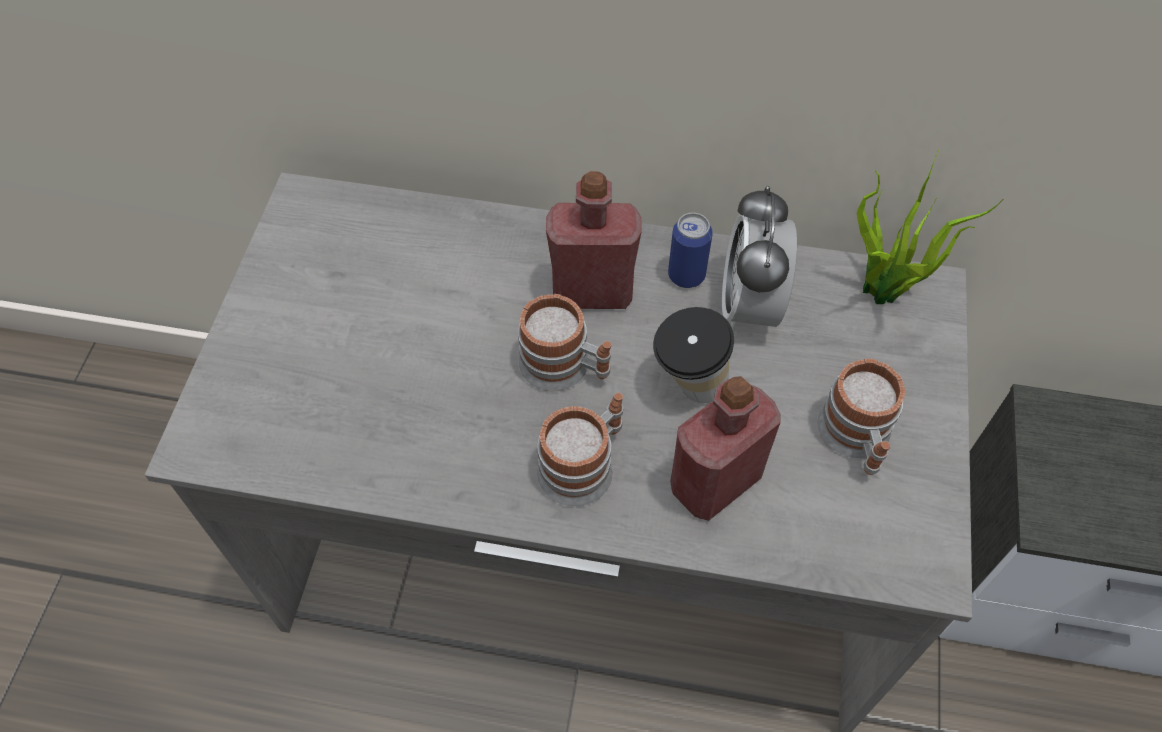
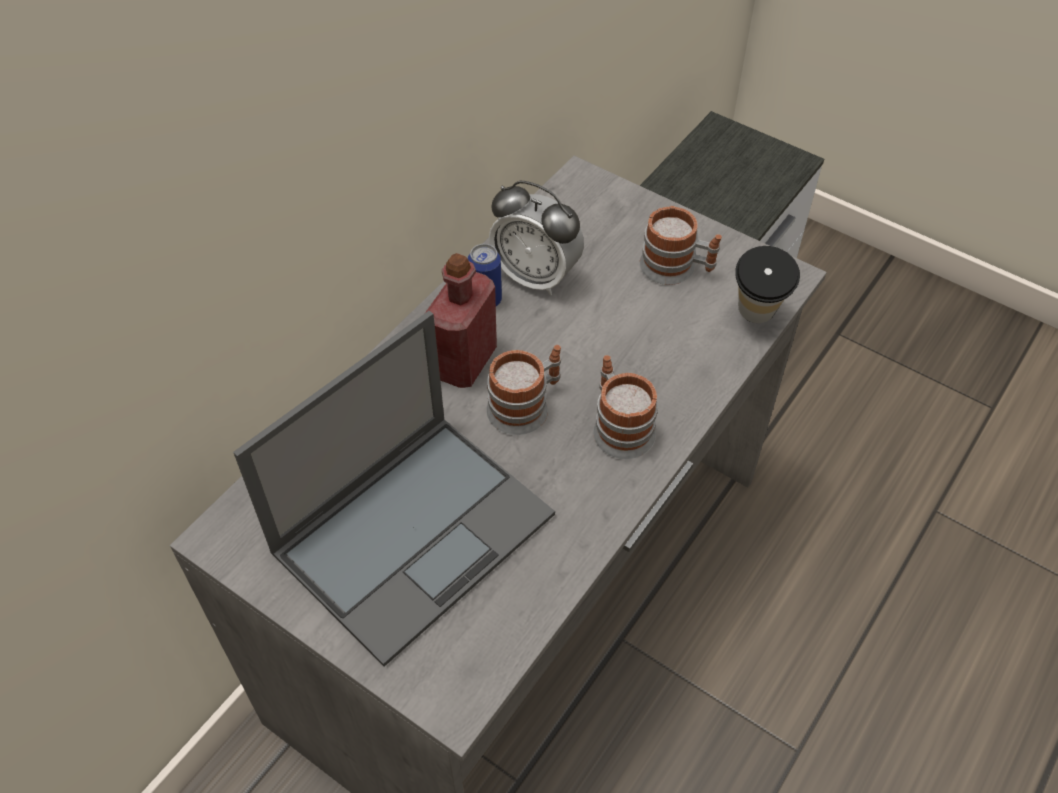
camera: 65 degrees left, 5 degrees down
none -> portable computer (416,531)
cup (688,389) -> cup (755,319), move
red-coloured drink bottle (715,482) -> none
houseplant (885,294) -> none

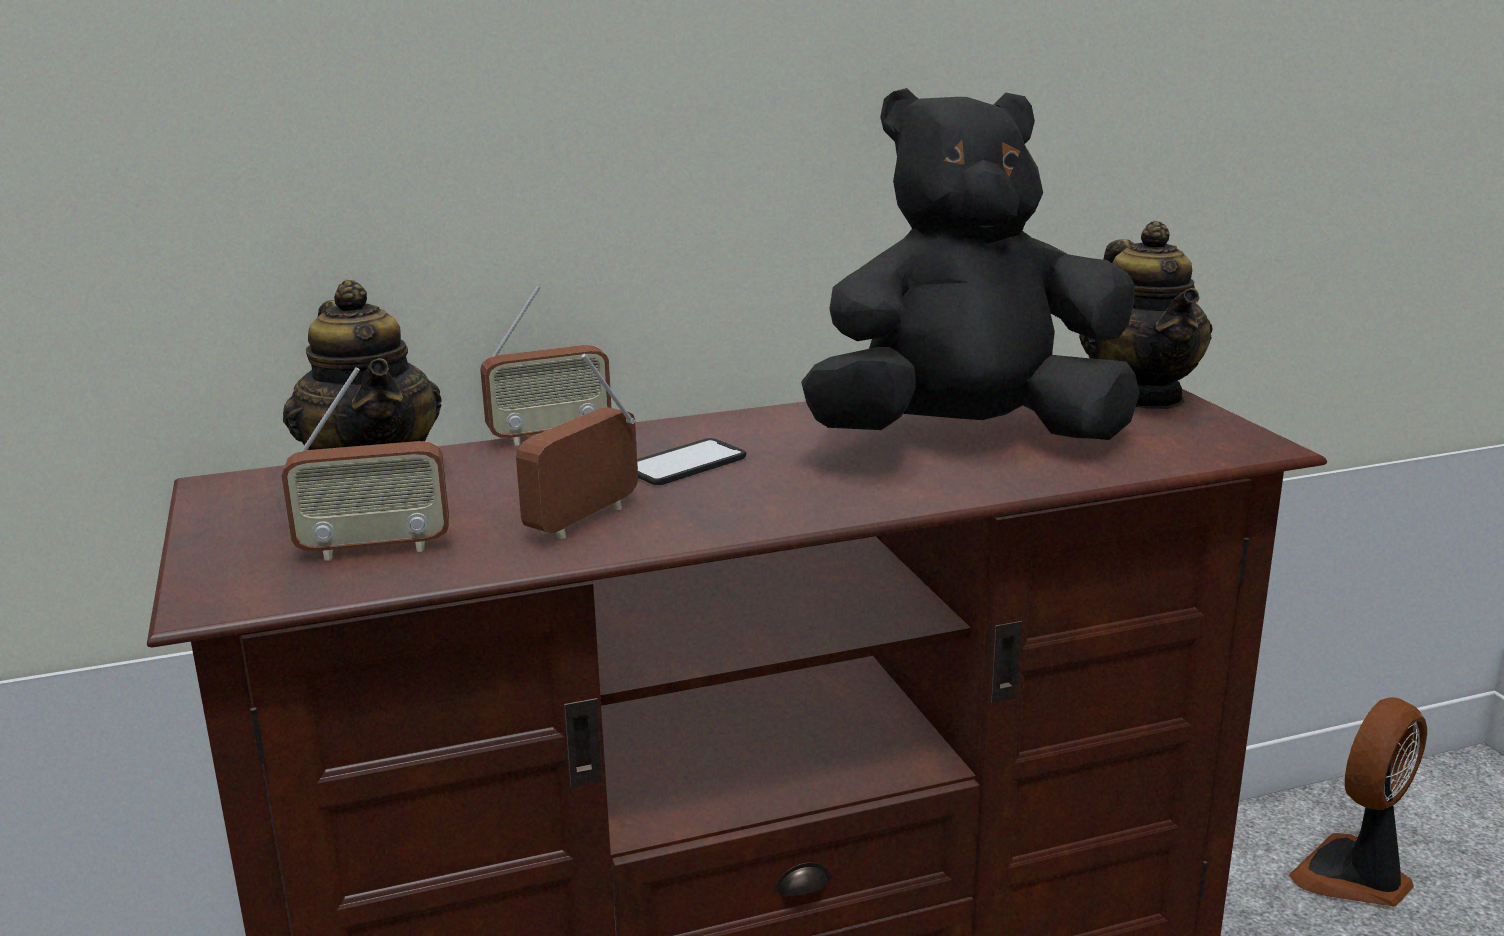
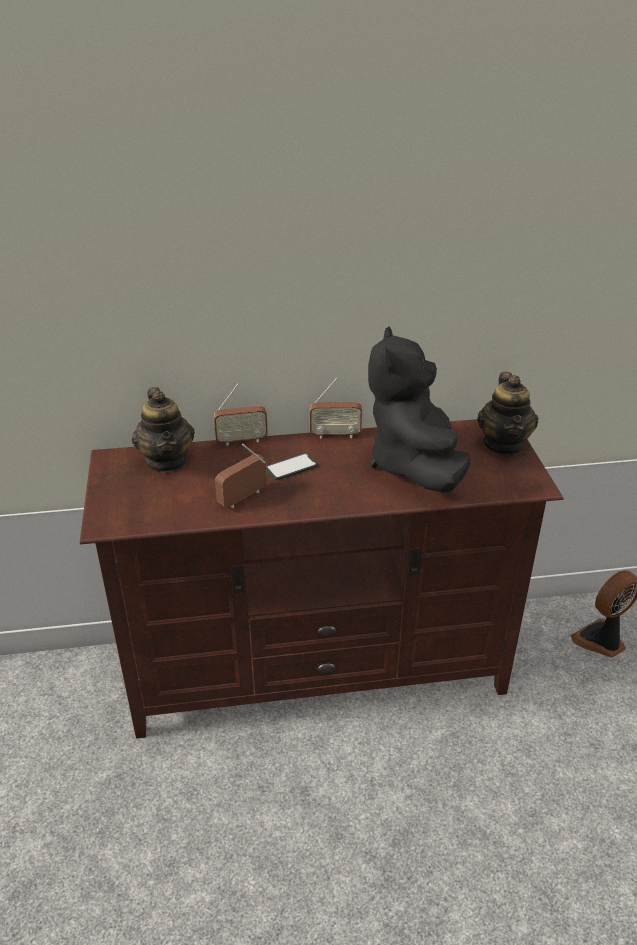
camera: 10 degrees right, 15 degrees up
radio set (374,548) -> radio set (335,434), move
black plush toy (967,439) -> black plush toy (414,465), 90 degrees counterclockwise

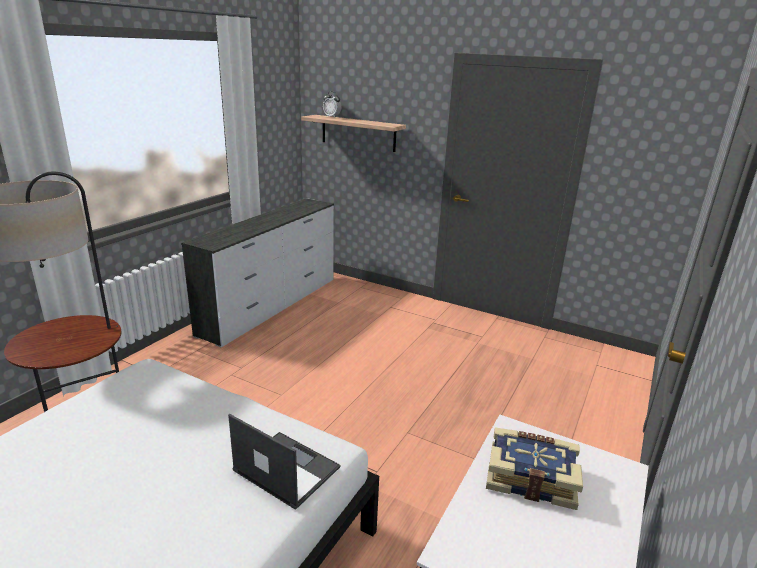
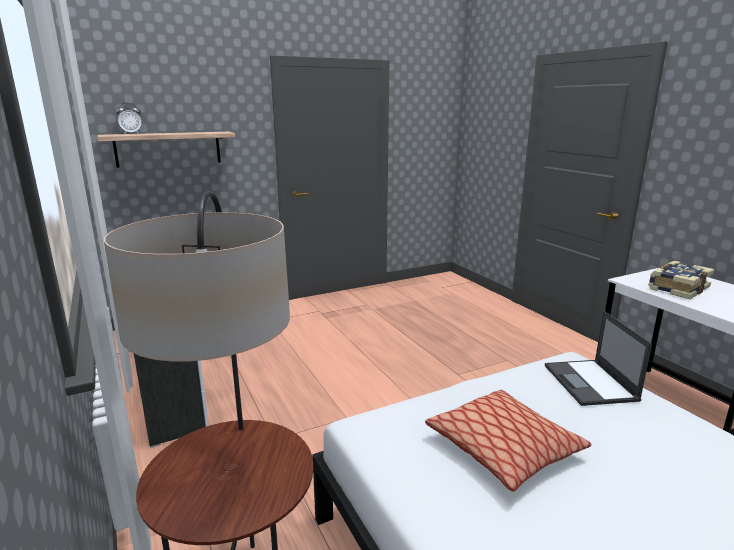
camera: 55 degrees left, 5 degrees down
none -> cushion (504,449)
portable computer (285,469) -> portable computer (590,383), 75 degrees counterclockwise

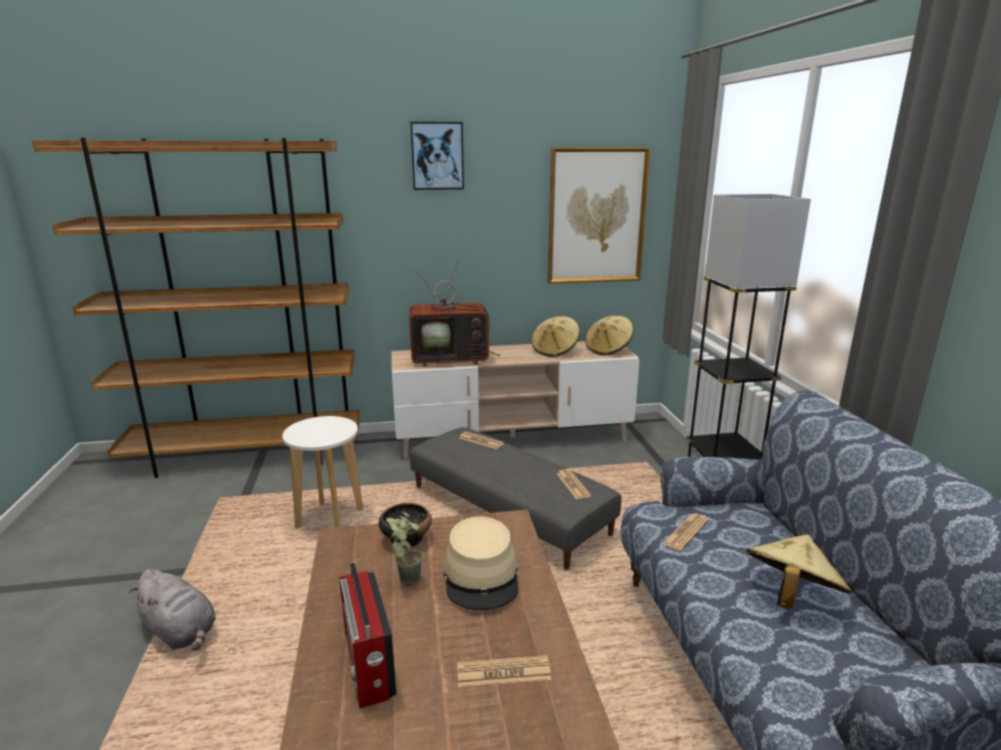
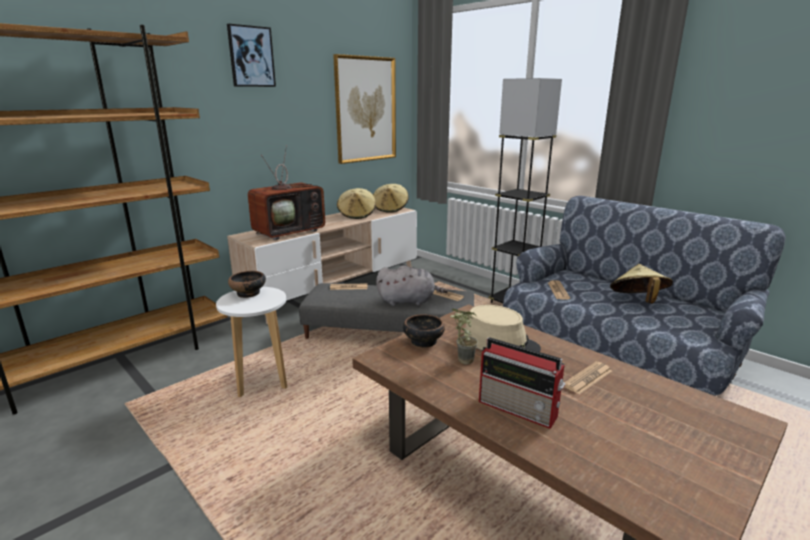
camera: 35 degrees left, 0 degrees up
none -> bowl (248,293)
greyish plush toy (181,632) -> greyish plush toy (409,301), move

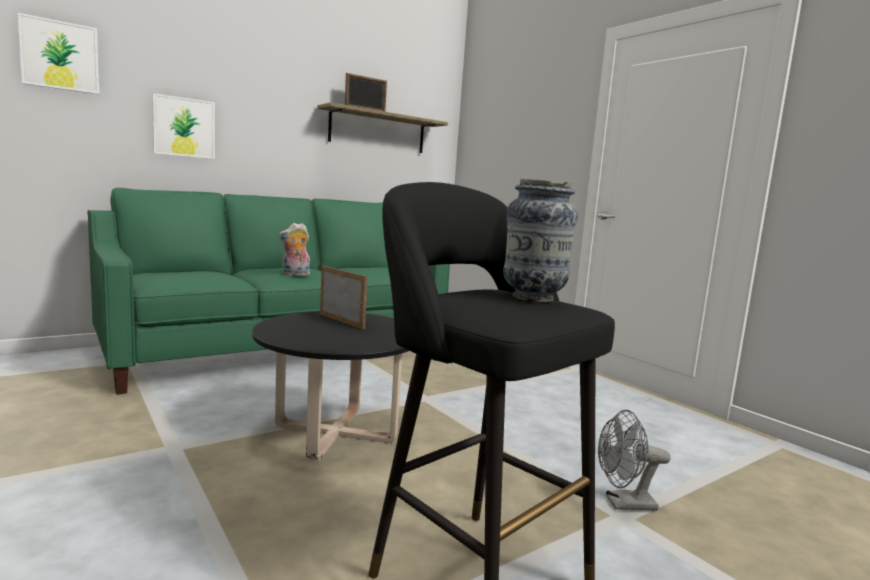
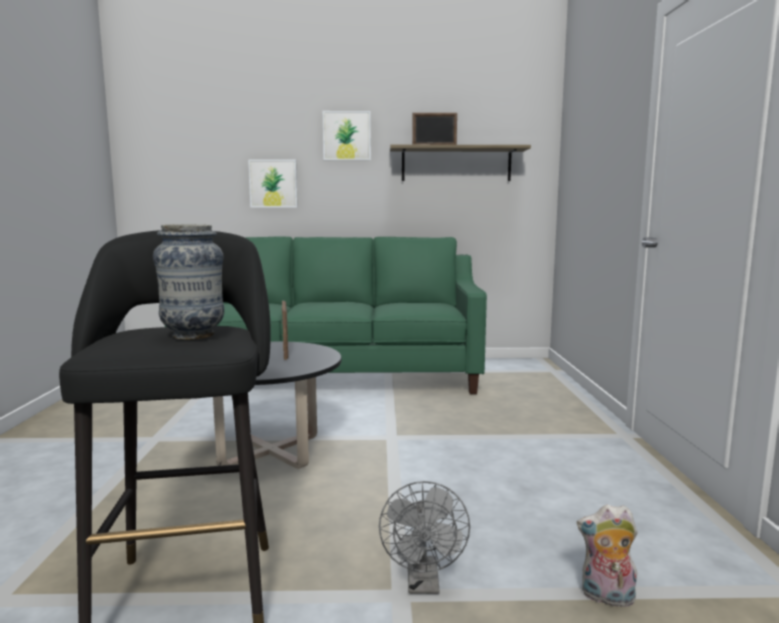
camera: 35 degrees right, 0 degrees up
wall art (60,55) -> wall art (346,136), move
greyish fan (623,504) -> greyish fan (424,584), 120 degrees counterclockwise
plush toy (295,275) -> plush toy (606,597), move

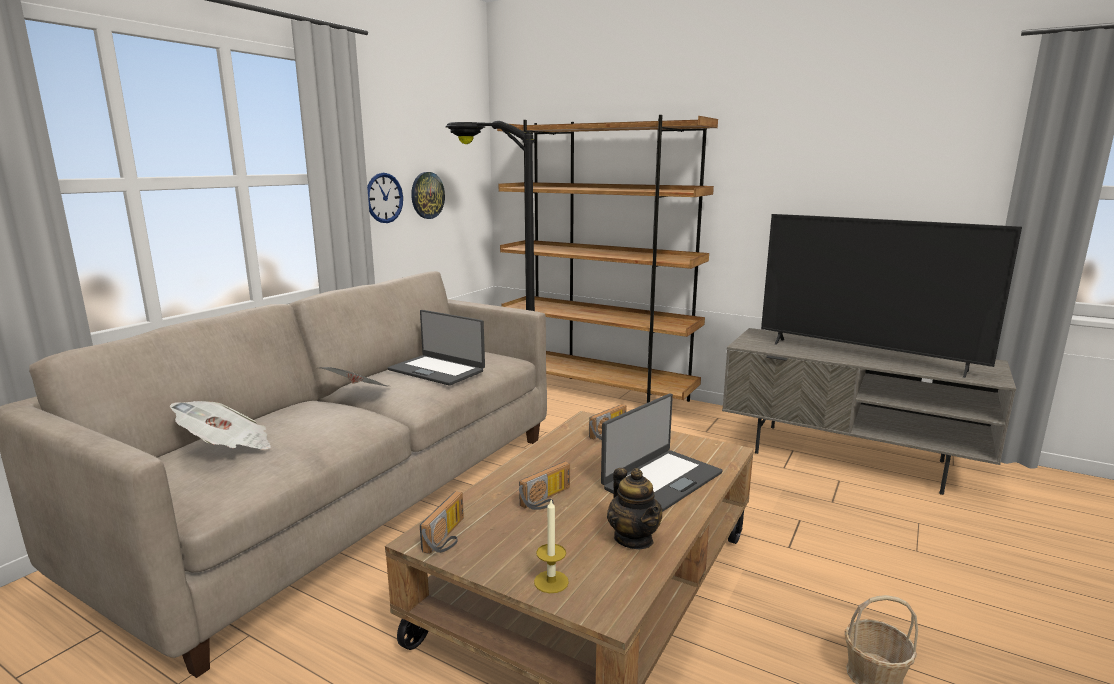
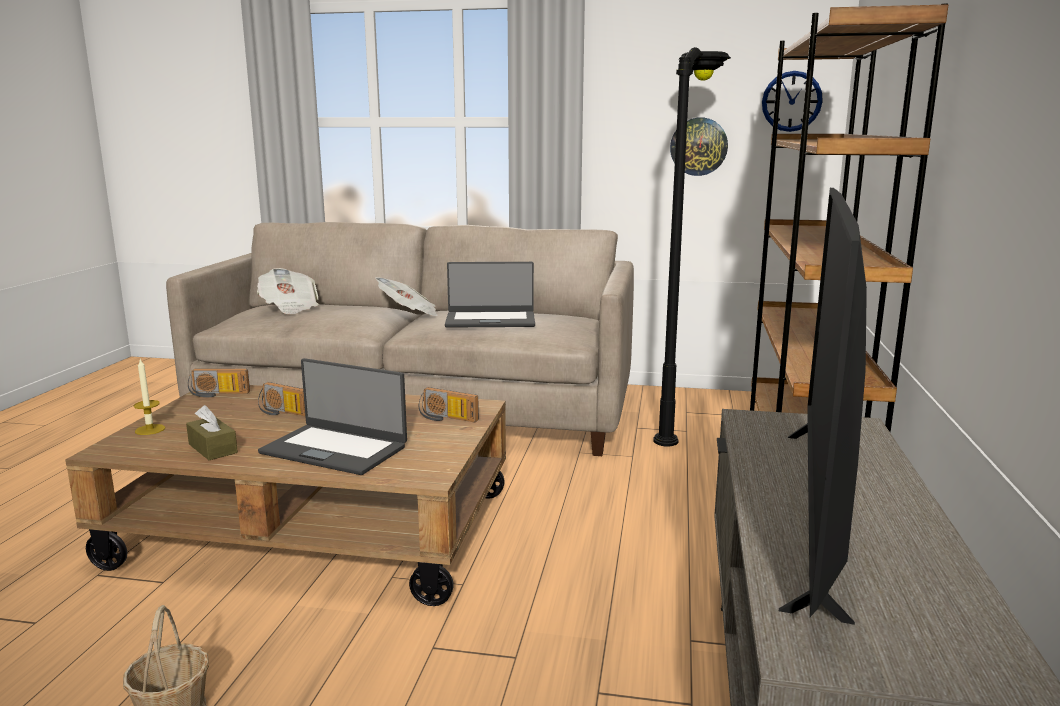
camera: 70 degrees right, 0 degrees up
tea pot (634,539) -> brown tissue box (213,448)
portable computer (437,370) -> portable computer (490,320), 105 degrees counterclockwise
clock on the wall (384,198) -> clock on the wall (791,101), move

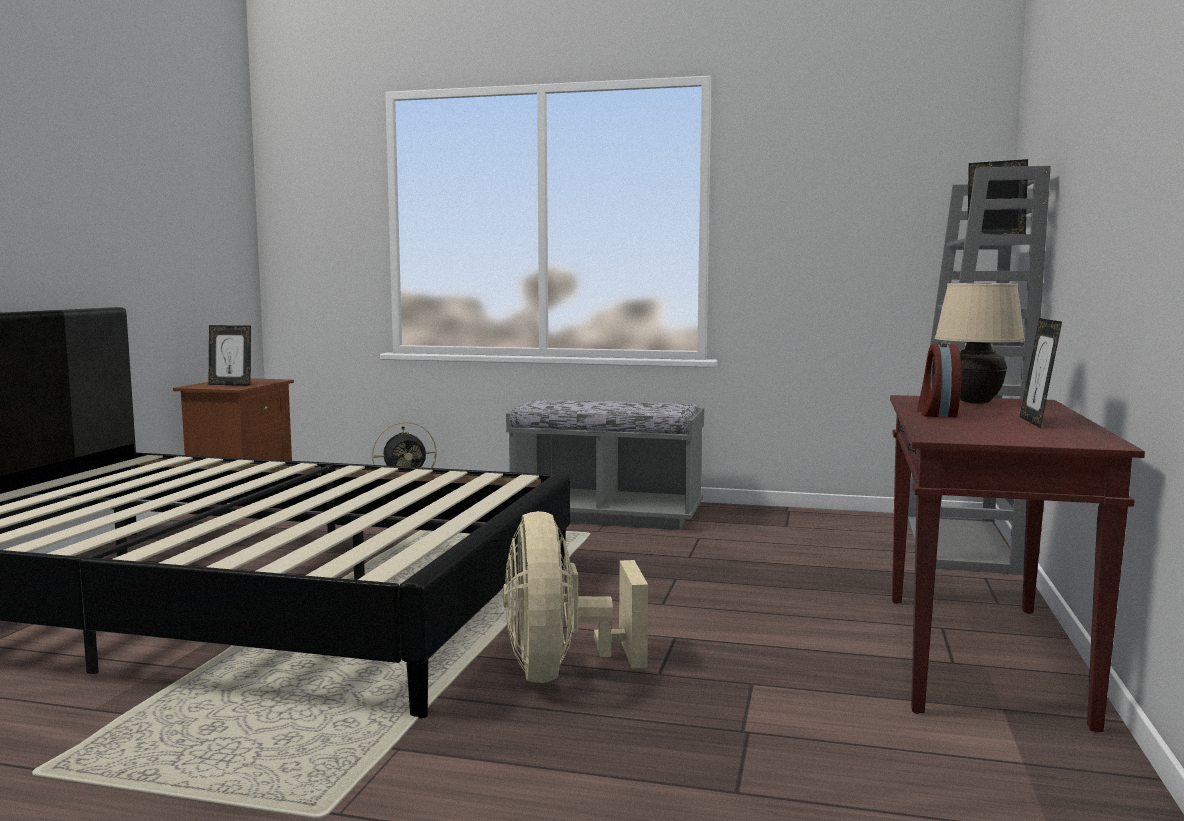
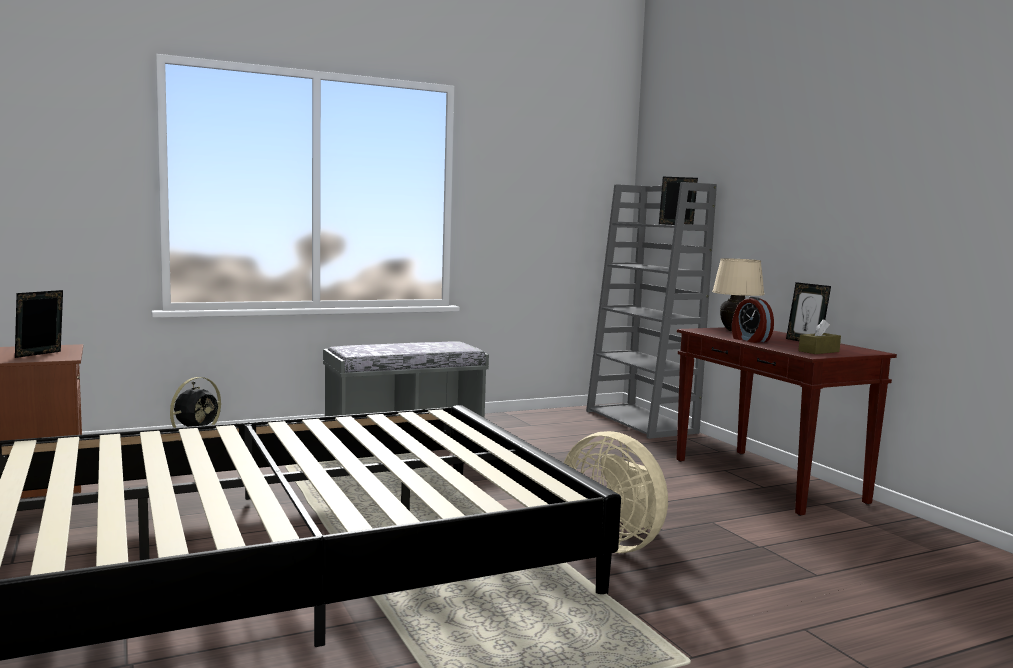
camera: 40 degrees left, 0 degrees up
standing frame (231,384) -> standing frame (40,355), 150 degrees clockwise
none -> brown tissue box (818,351)

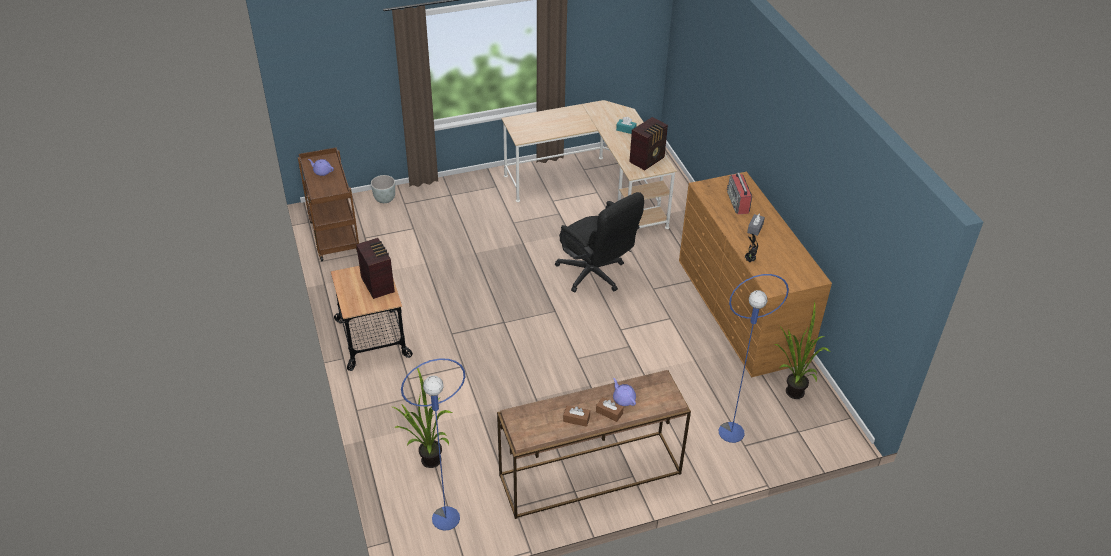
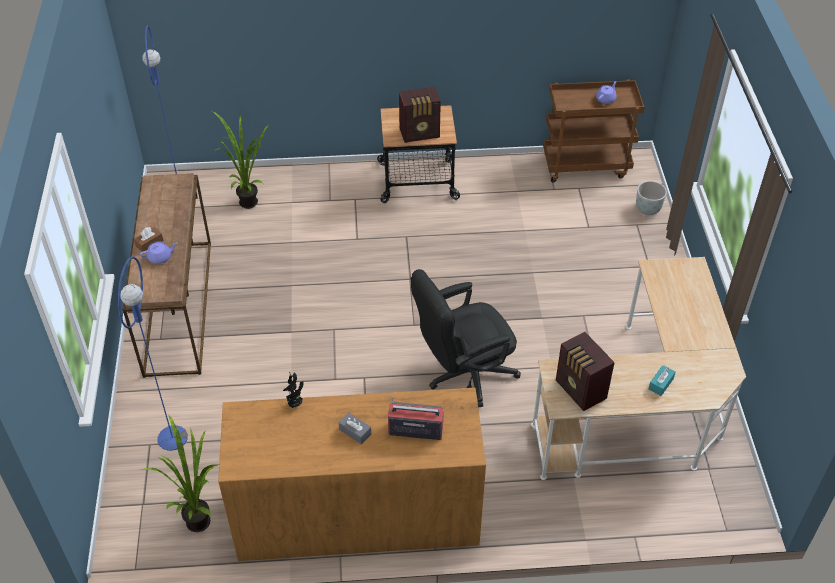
camera: 105 degrees right, 5 degrees up
brown tissue box (576,419) -> none

